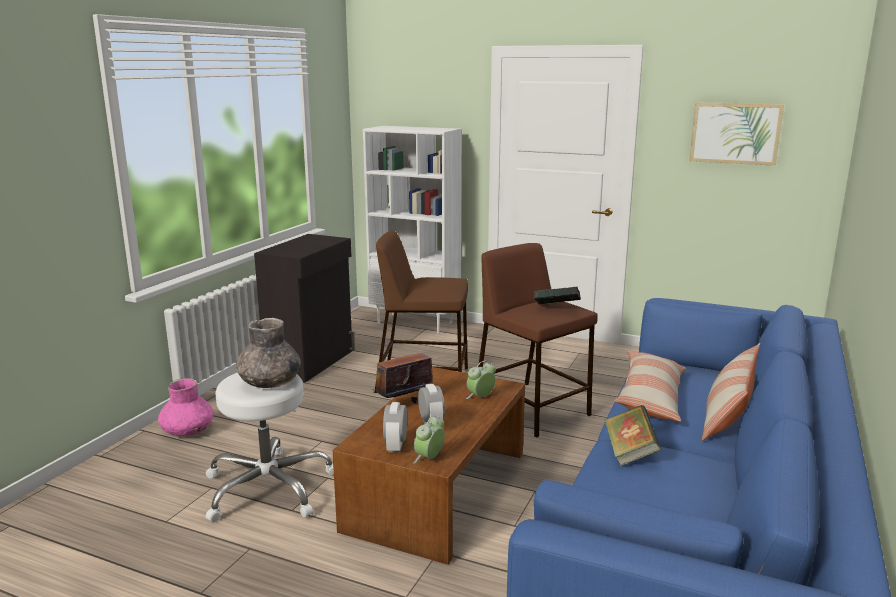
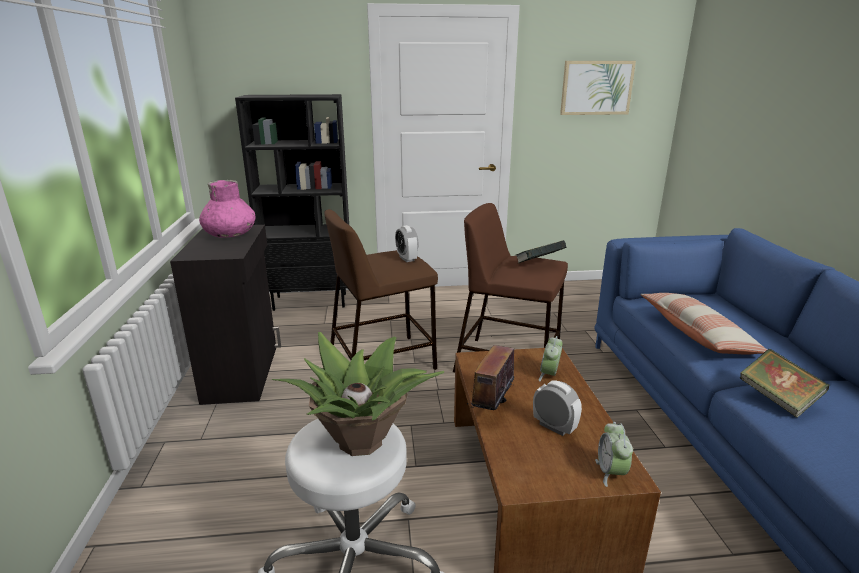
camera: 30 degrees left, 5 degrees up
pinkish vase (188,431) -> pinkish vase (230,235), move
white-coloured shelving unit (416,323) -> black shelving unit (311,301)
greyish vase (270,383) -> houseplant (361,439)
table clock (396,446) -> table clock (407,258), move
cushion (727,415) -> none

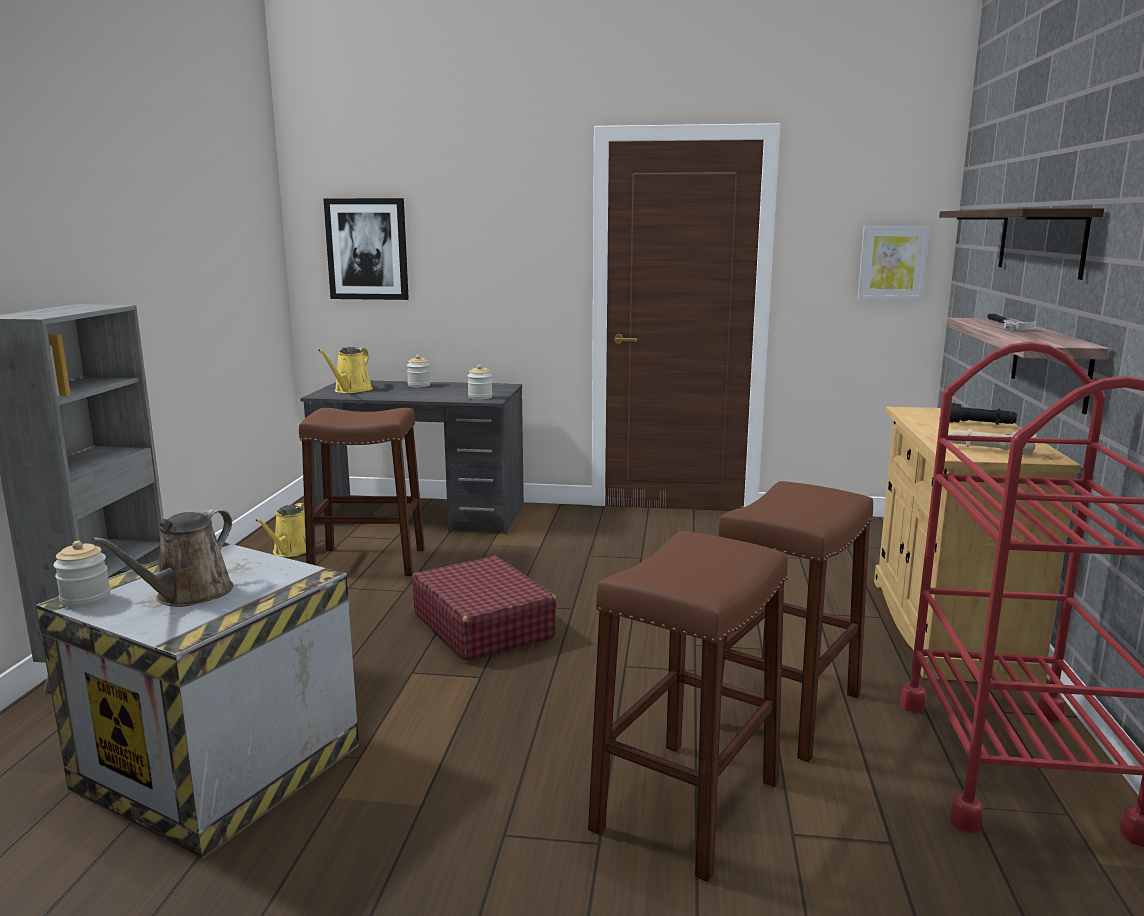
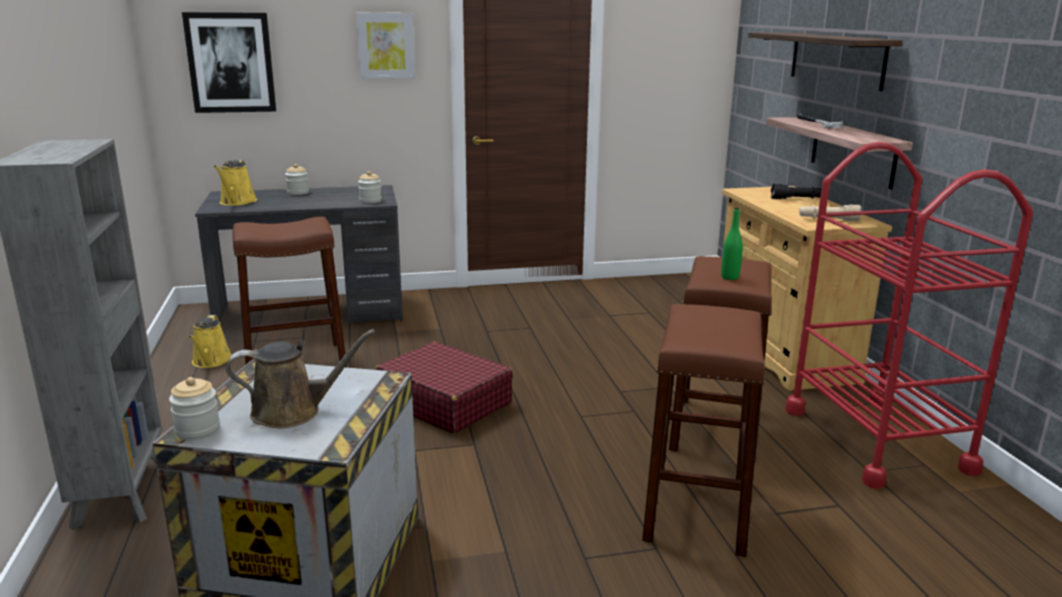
camera: 20 degrees left, 5 degrees up
brown sprinkling can (188,595) -> brown sprinkling can (293,412), 105 degrees counterclockwise
wall art (892,262) -> wall art (385,46), move
none -> green-coloured drink bottle (730,277)

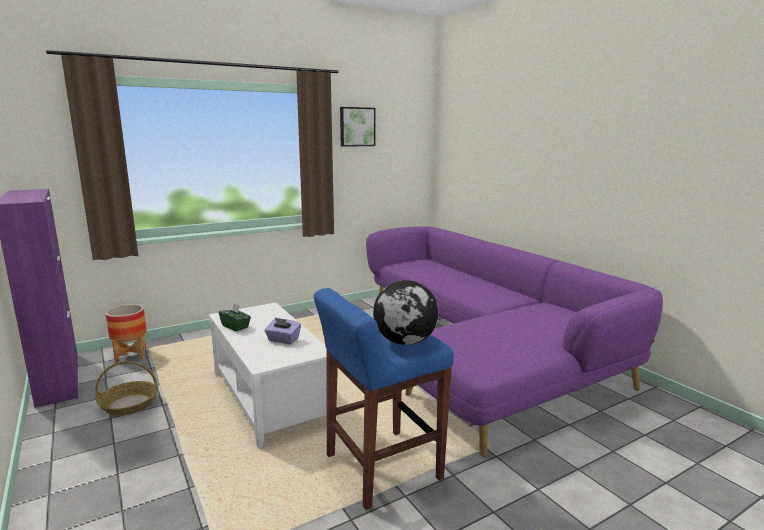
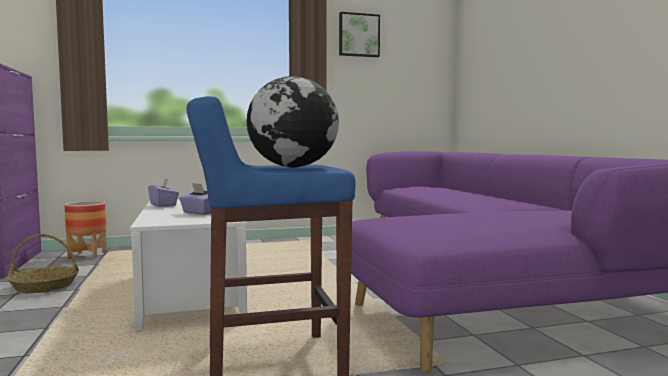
camera: 15 degrees right, 10 degrees down
green-coloured tissue box (235,326) -> purple-coloured tissue box (163,205)

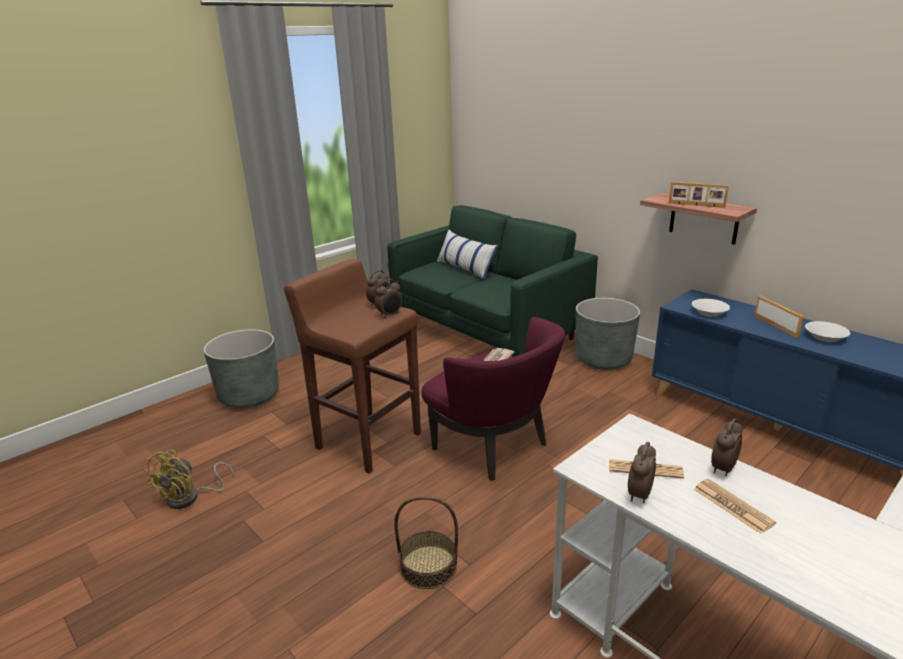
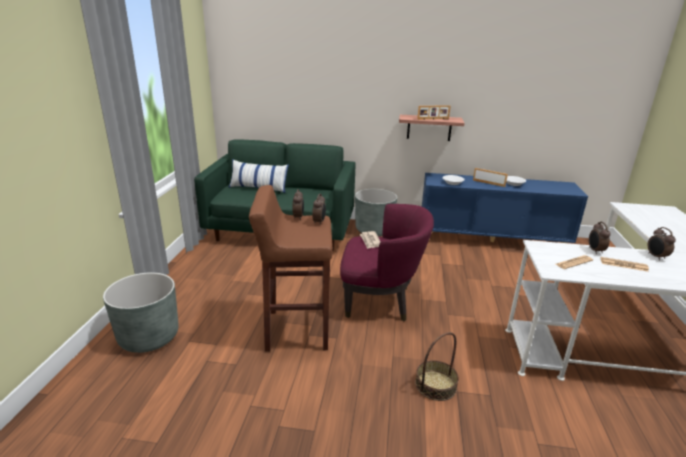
camera: 40 degrees left, 0 degrees up
table clock (638,495) -> table clock (656,257), move
yellow fan (190,498) -> none

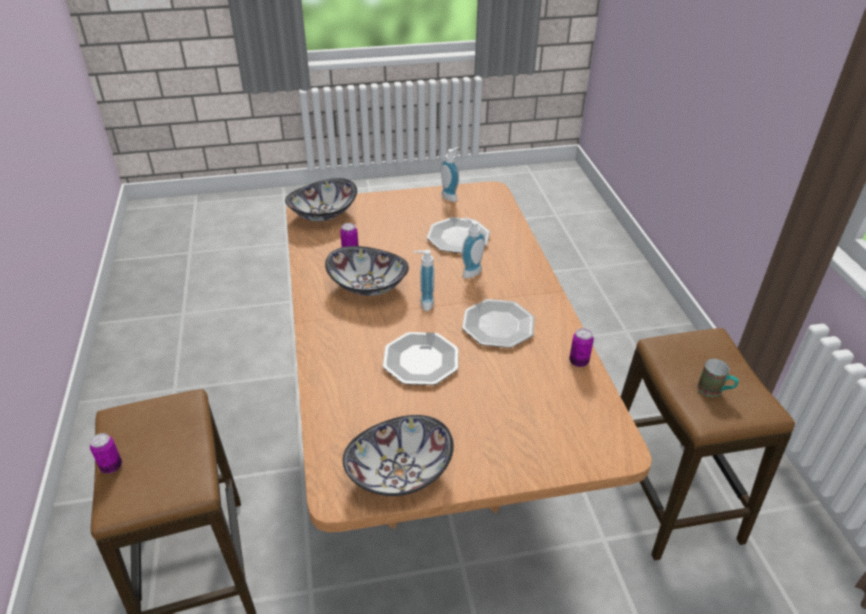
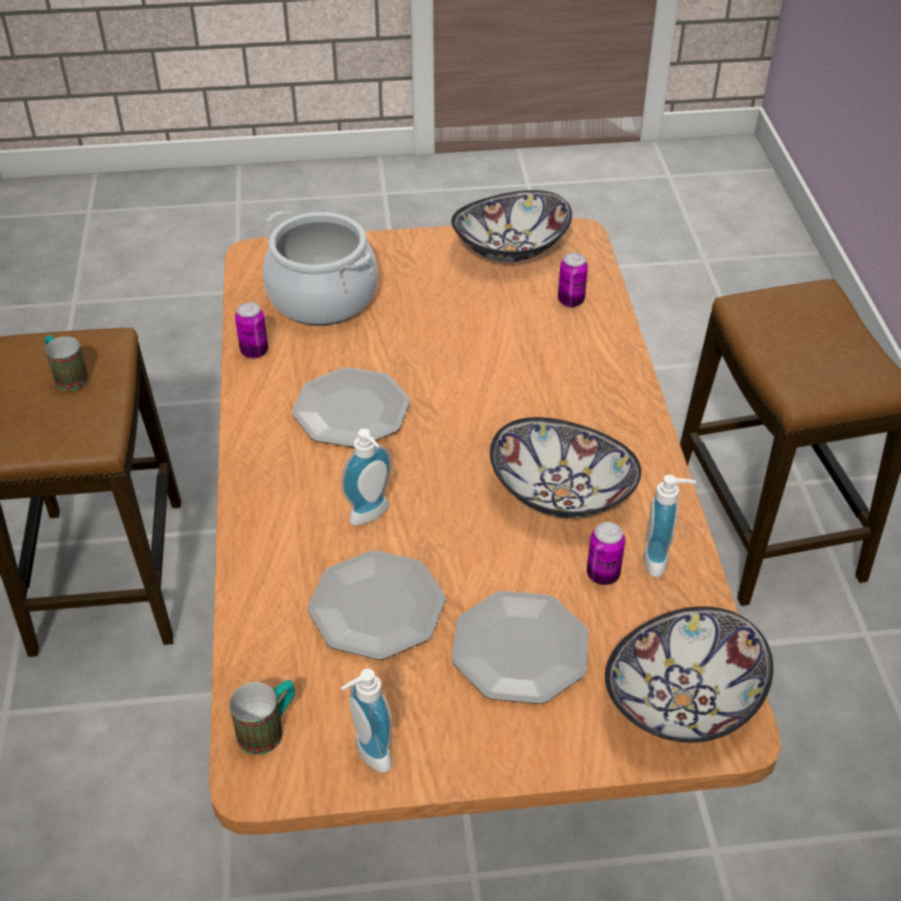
camera: 175 degrees left, 5 degrees up
none -> coffee mug (269,729)
none -> cooking pot (322,297)
plate (420,360) -> plate (520,649), move
metal can (111,466) -> metal can (571,301), move
liquid soap bottle (424,303) -> liquid soap bottle (661,559), move

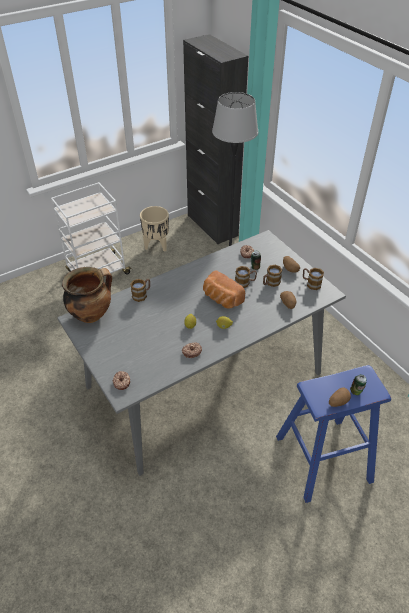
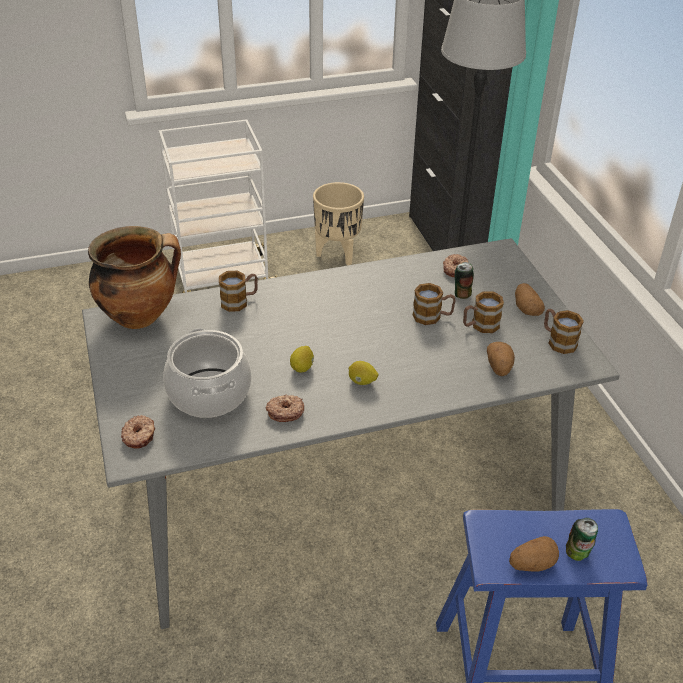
camera: 15 degrees right, 5 degrees down
none -> cooking pot (210,393)
bread (221,299) -> none

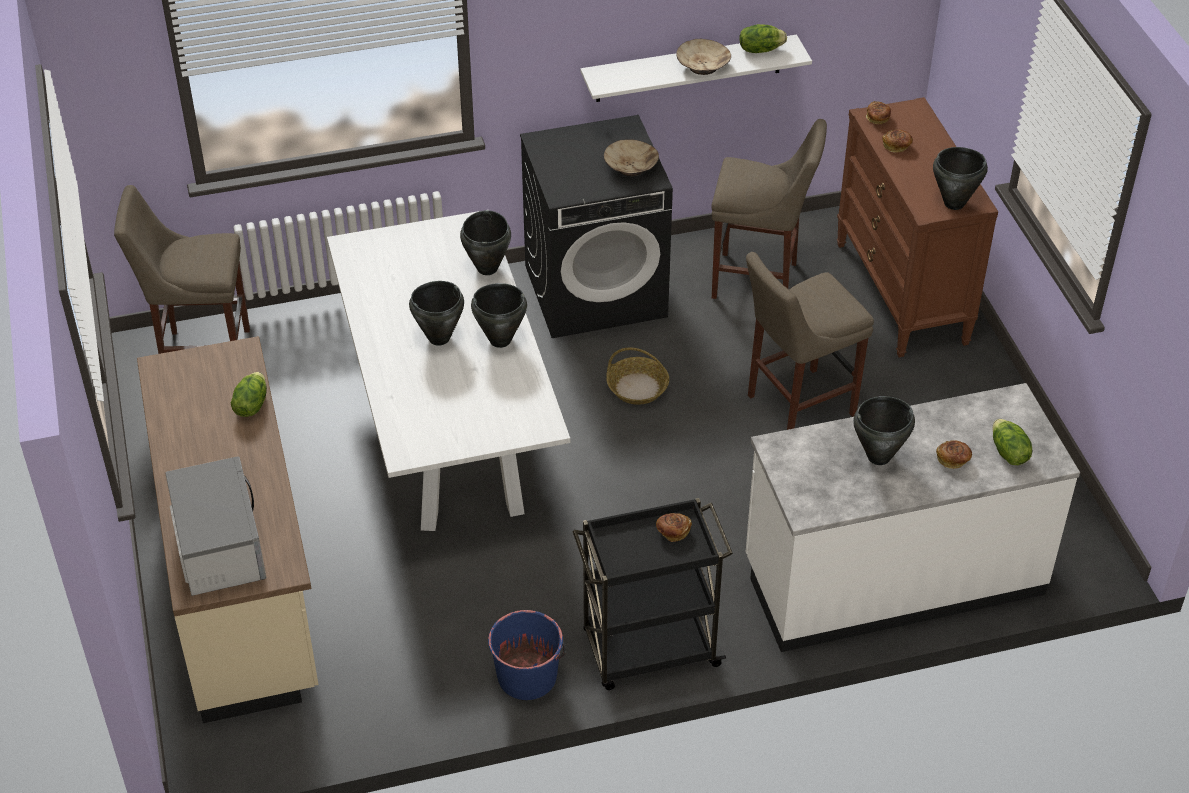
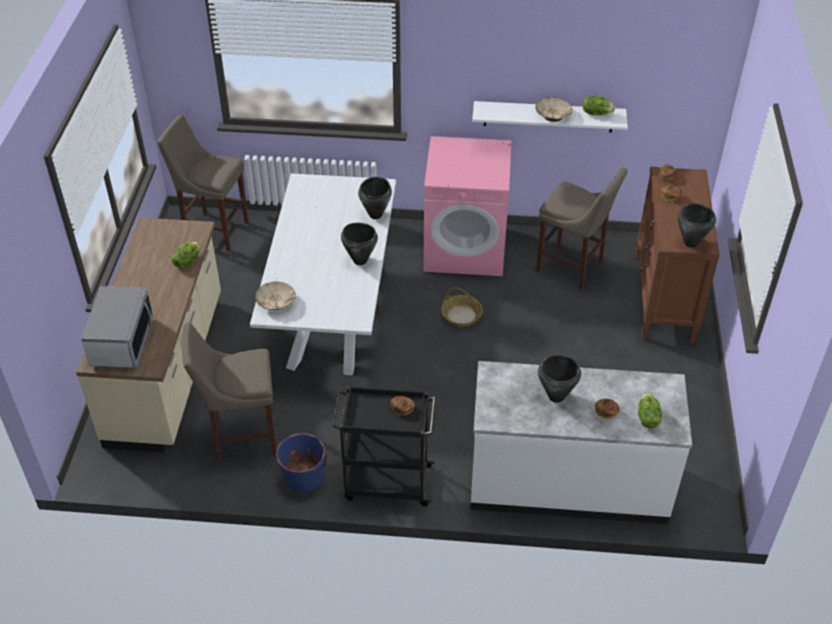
camera: 20 degrees right, 0 degrees up
beige-coloured sitting stool (796,406) -> beige-coloured sitting stool (241,436), move
beige-coloured bowl (631,167) -> beige-coloured bowl (276,303), move
black washing machine (596,290) -> pinkish washing machine (465,249)
black cooking pot (438,338) -> none

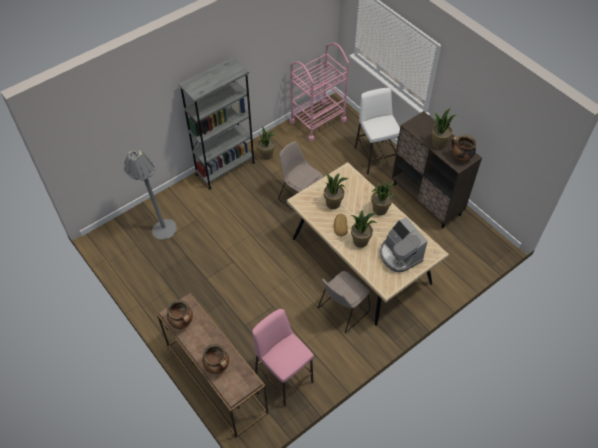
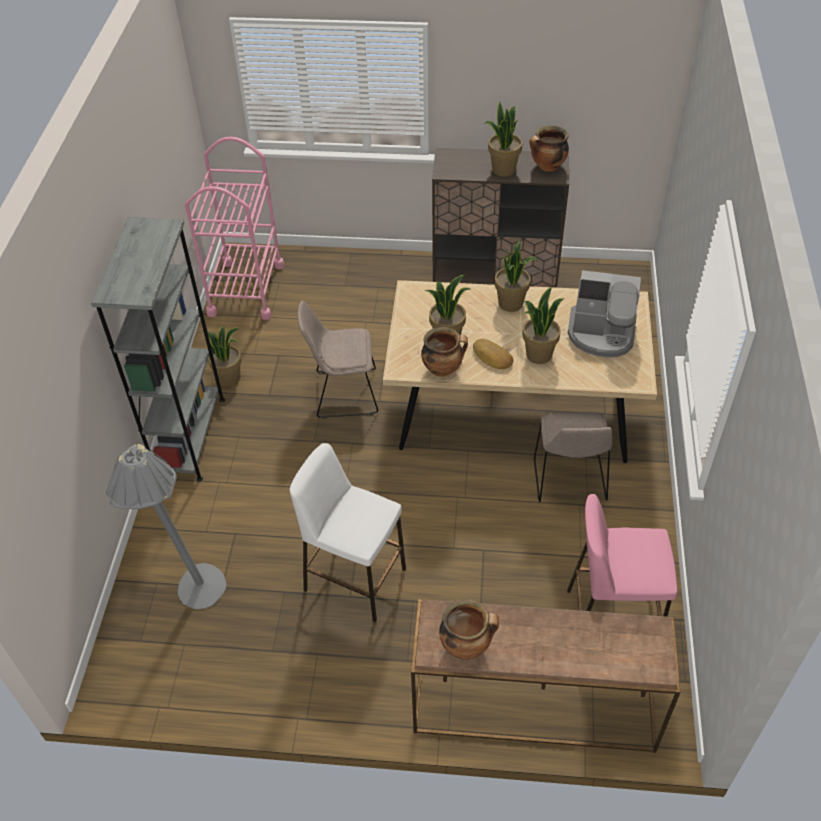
camera: 45 degrees left, 5 degrees down
white-coloured sitting stool (375,157) -> white-coloured sitting stool (354,579), move
cooking pot (217,366) -> cooking pot (443,369), move

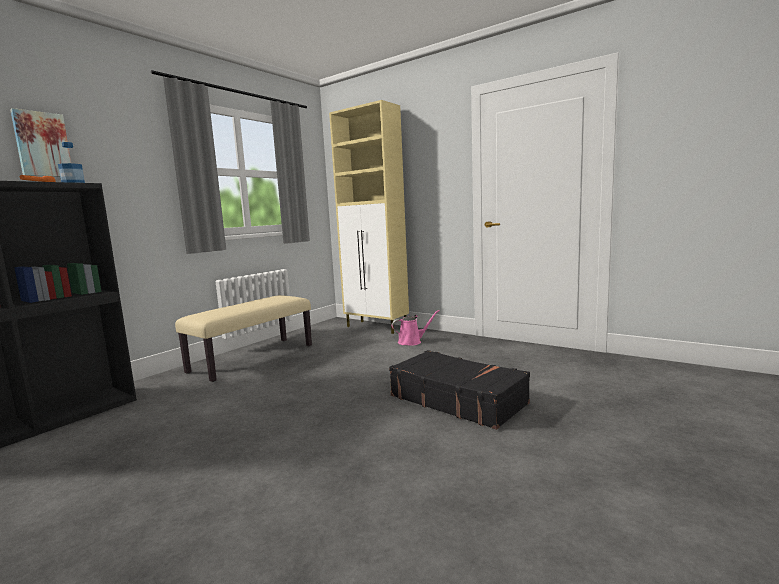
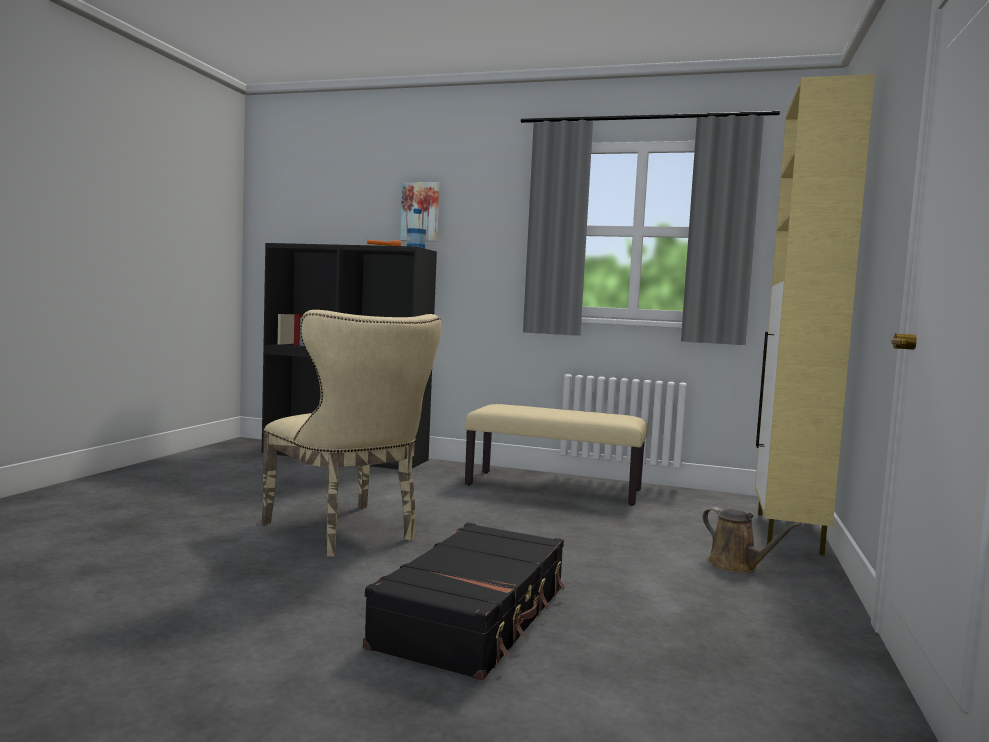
camera: 70 degrees right, 5 degrees down
none -> beige-coloured plain chair (348,532)
pinkish sprinkling can (412,342) -> brown sprinkling can (736,566)

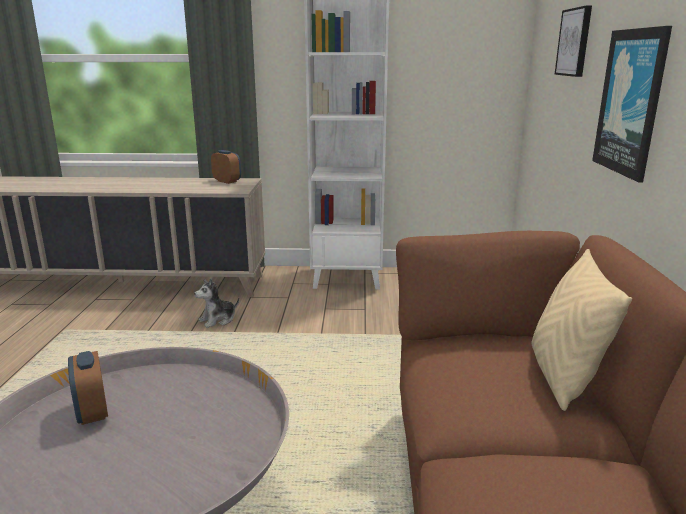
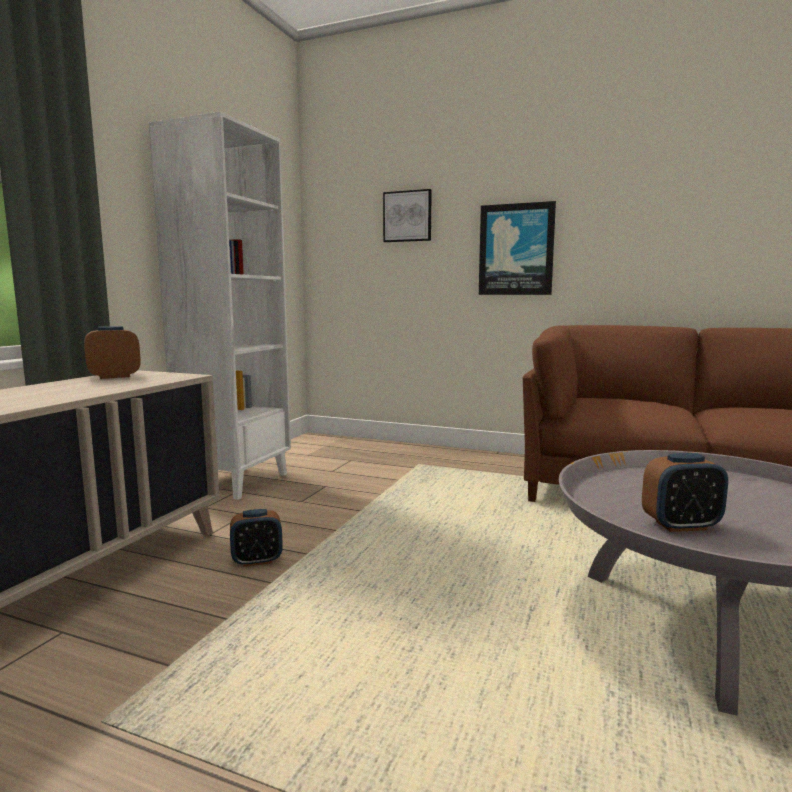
camera: 70 degrees left, 10 degrees down
plush toy (218,320) -> table clock (257,561)
beige-coloured cushion (563,377) -> none

